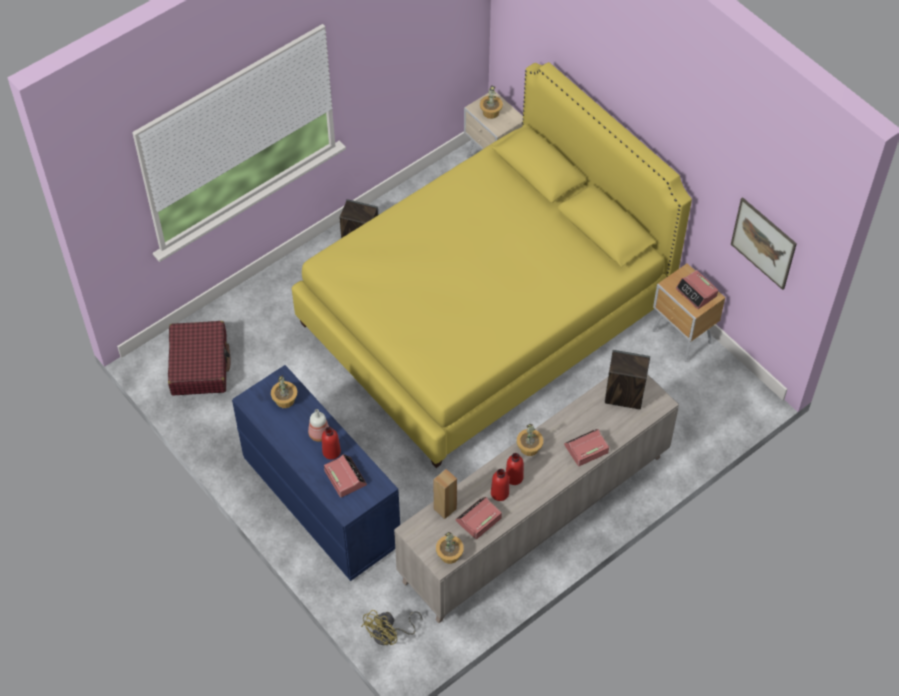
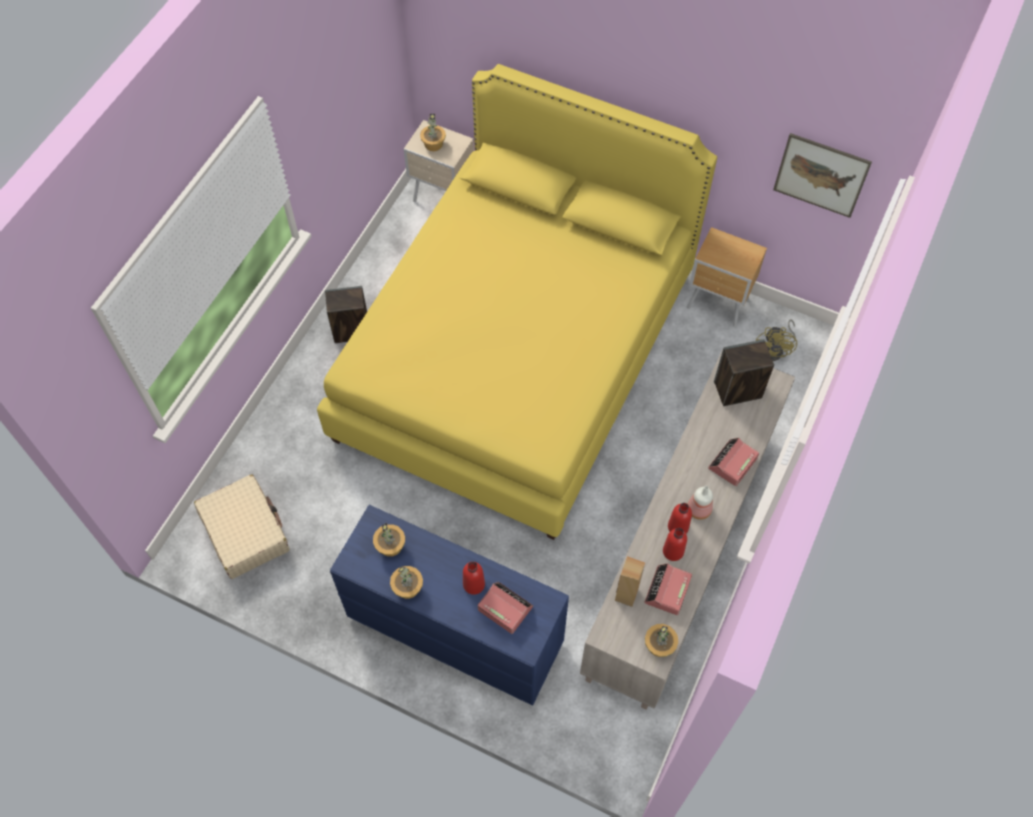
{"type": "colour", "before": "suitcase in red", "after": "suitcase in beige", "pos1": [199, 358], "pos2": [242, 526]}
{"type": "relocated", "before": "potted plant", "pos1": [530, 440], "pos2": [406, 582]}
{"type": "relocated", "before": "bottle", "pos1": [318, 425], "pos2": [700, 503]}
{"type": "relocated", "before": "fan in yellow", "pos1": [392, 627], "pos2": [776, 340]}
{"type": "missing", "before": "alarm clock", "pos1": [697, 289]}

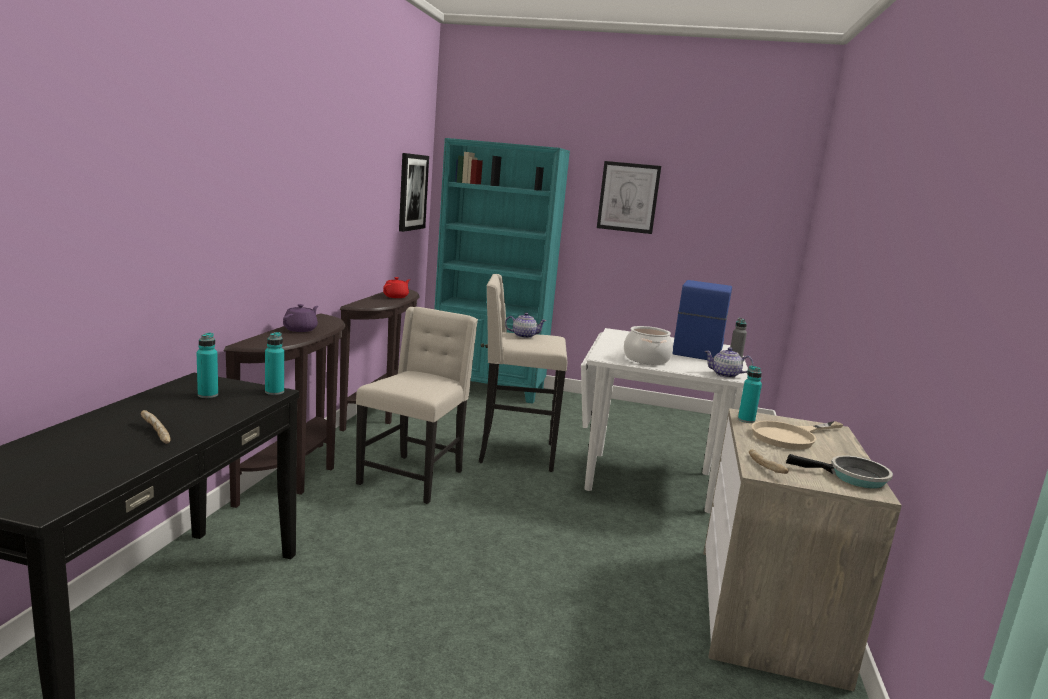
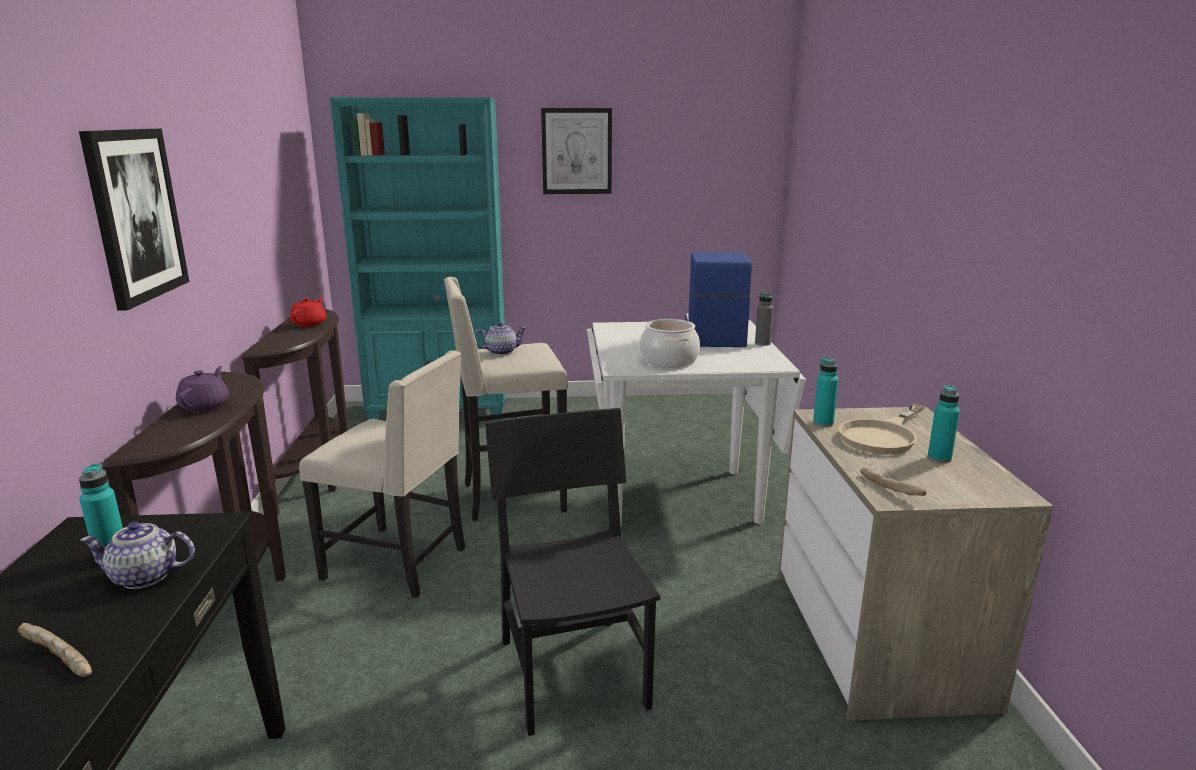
{"type": "relocated", "before": "picture", "pos1": [414, 192], "pos2": [134, 220]}
{"type": "relocated", "before": "teapot", "pos1": [728, 362], "pos2": [137, 555]}
{"type": "spun", "before": "chair in beige", "pos1": [417, 405], "pos2": [382, 474], "turn": 105}
{"type": "appeared", "after": "chair in black", "pos2": [573, 572]}
{"type": "relocated", "before": "bottle in turquoise", "pos1": [274, 363], "pos2": [944, 424]}
{"type": "missing", "before": "frying pan", "pos1": [839, 471]}

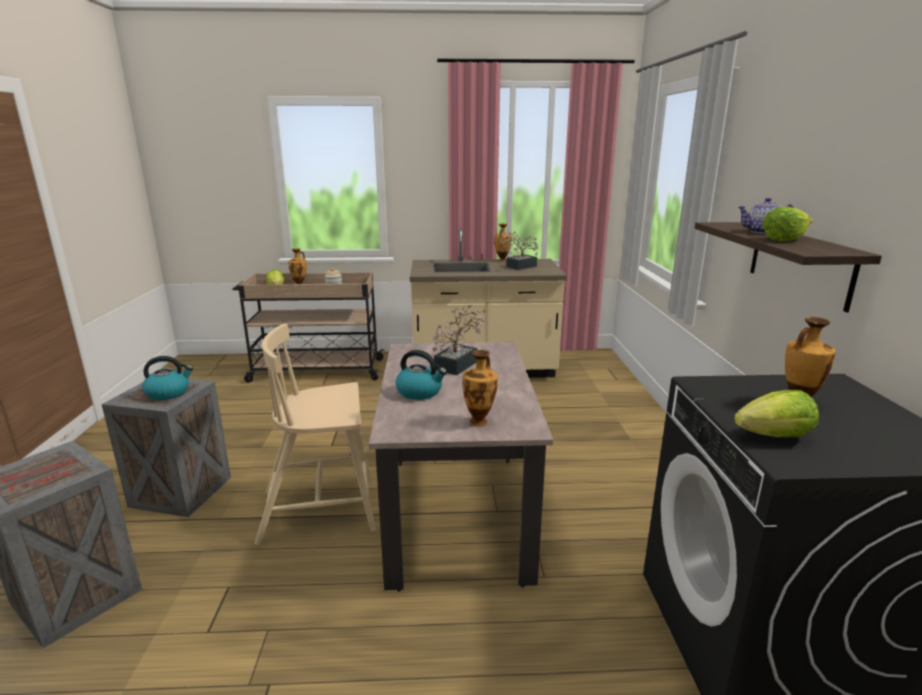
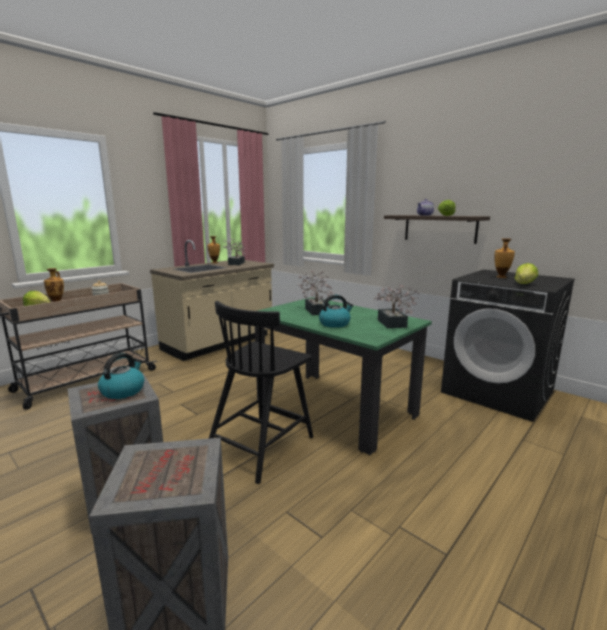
{"type": "colour", "before": "chair in beige", "after": "chair in black", "pos1": [315, 434], "pos2": [261, 392]}
{"type": "colour", "before": "dining table in beige", "after": "dining table in green", "pos1": [461, 466], "pos2": [343, 376]}
{"type": "exchanged", "before": "vase", "after": "potted plant", "pos1": [480, 388], "pos2": [396, 306]}

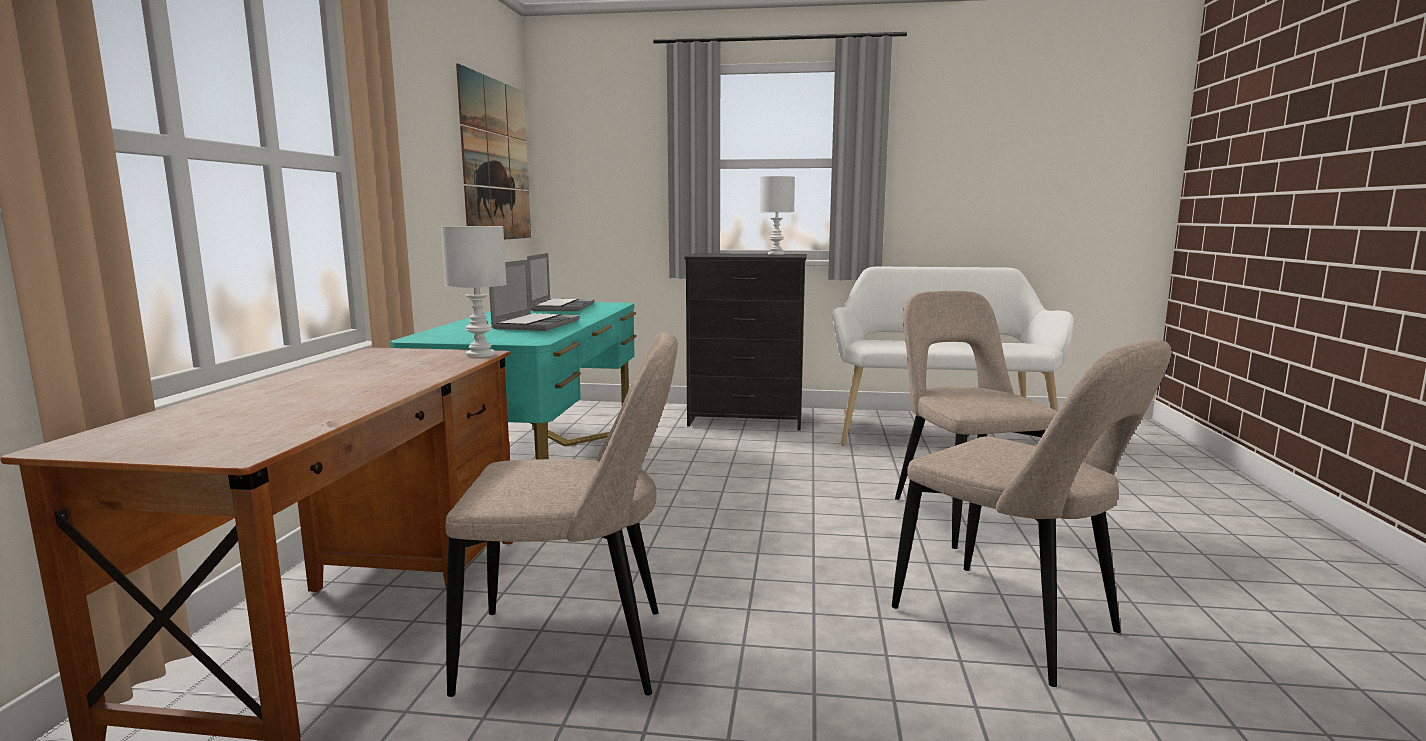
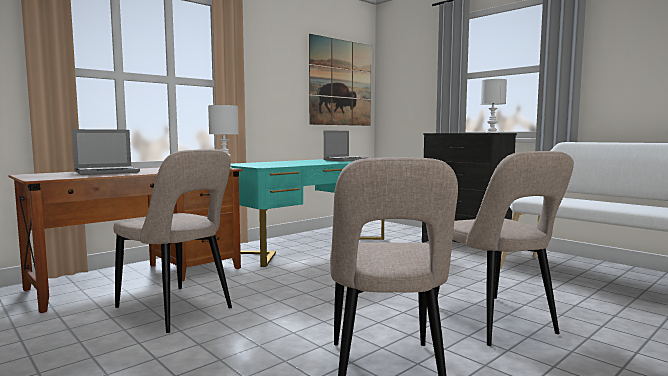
{"type": "relocated", "before": "laptop", "pos1": [534, 295], "pos2": [106, 152]}
{"type": "spun", "before": "chair in beige", "pos1": [976, 420], "pos2": [505, 248], "turn": 135}

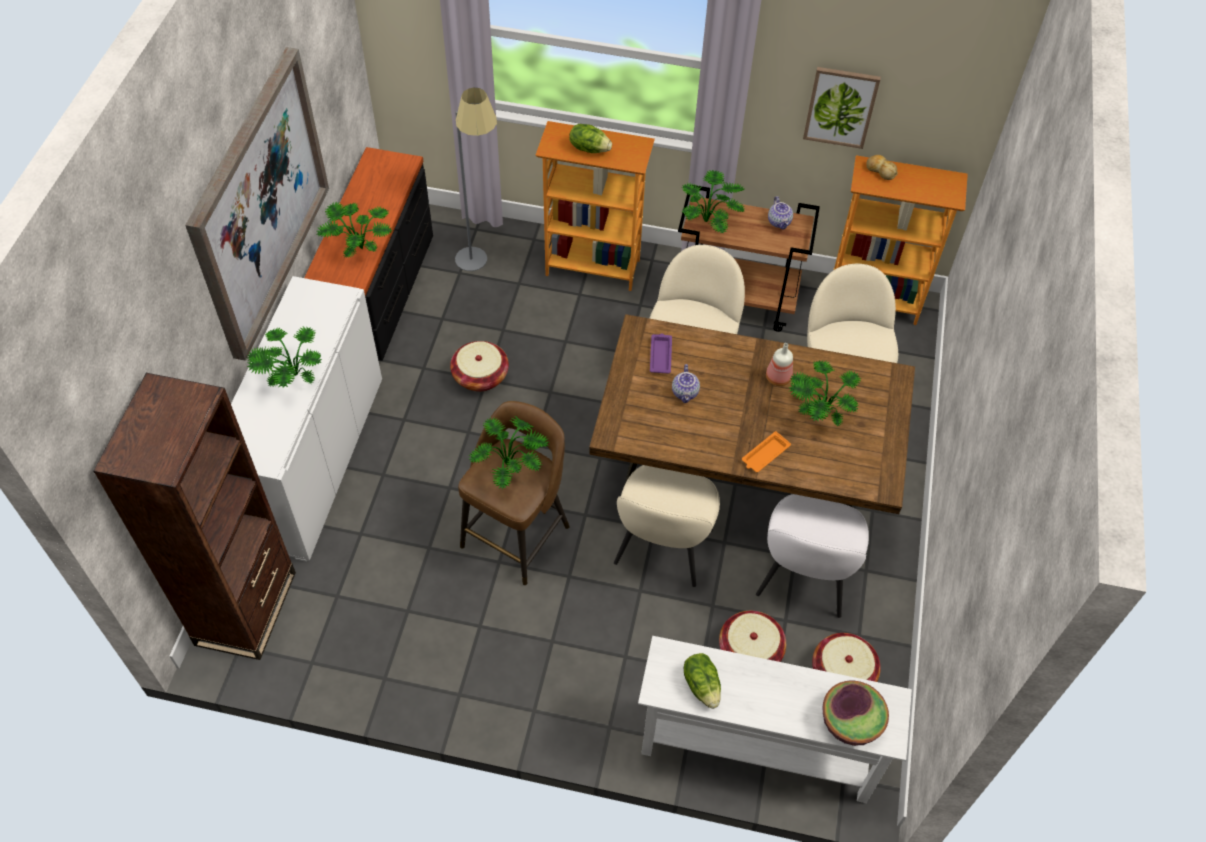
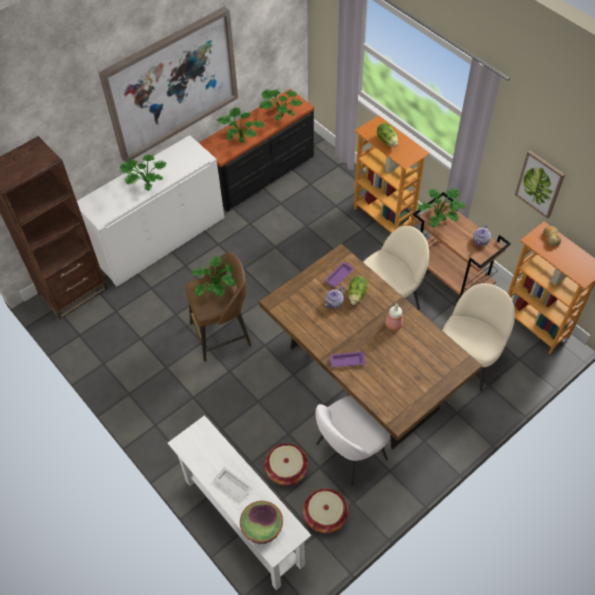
{"type": "appeared", "after": "tray in white", "pos2": [233, 483]}
{"type": "relocated", "before": "potted plant", "pos1": [825, 394], "pos2": [281, 105]}
{"type": "colour", "before": "tray in orange", "after": "tray in purple", "pos1": [766, 451], "pos2": [347, 359]}
{"type": "relocated", "before": "lettuce", "pos1": [702, 681], "pos2": [358, 290]}
{"type": "missing", "before": "basket", "pos1": [479, 366]}
{"type": "missing", "before": "floor lamp in grey", "pos1": [476, 179]}
{"type": "missing", "before": "chair in beige", "pos1": [667, 526]}

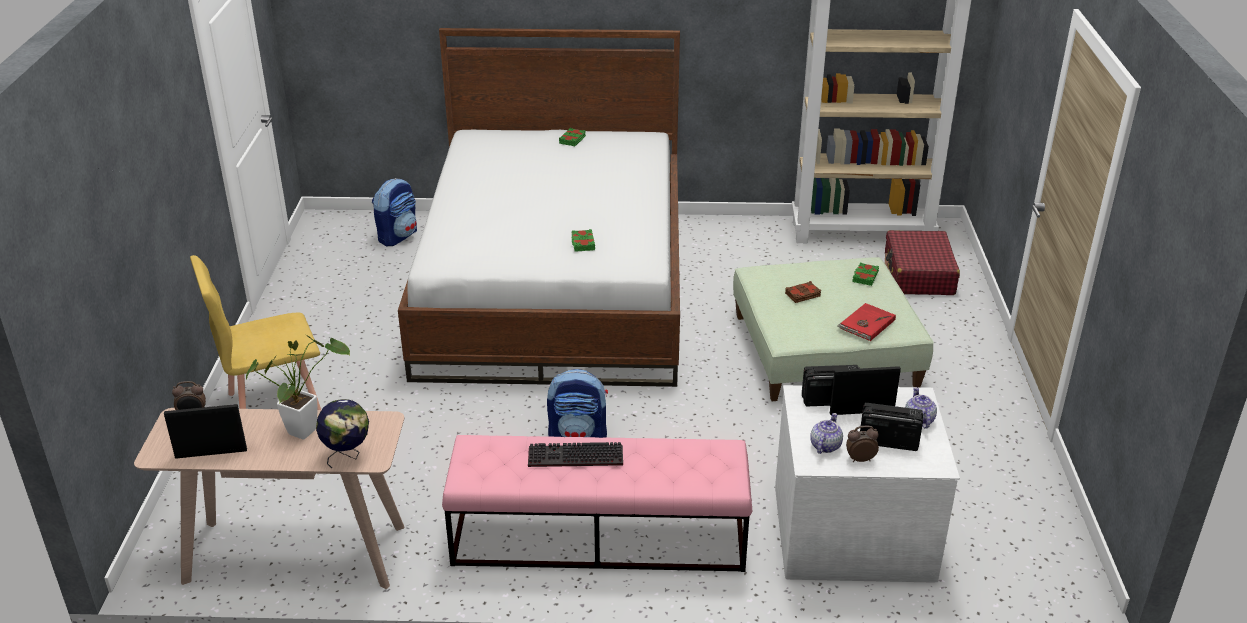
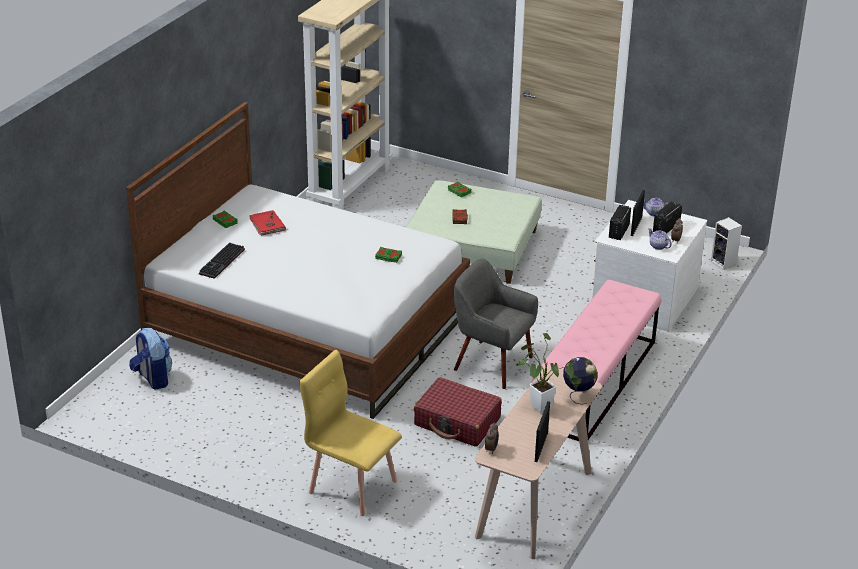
{"type": "relocated", "before": "keyboard", "pos1": [575, 454], "pos2": [222, 260]}
{"type": "relocated", "before": "book in red", "pos1": [867, 322], "pos2": [267, 222]}
{"type": "spun", "before": "chair in yellow", "pos1": [255, 332], "pos2": [350, 433], "turn": 120}
{"type": "relocated", "before": "suitcase in red", "pos1": [922, 262], "pos2": [458, 412]}
{"type": "exchanged", "before": "backpack", "after": "armchair in grey", "pos1": [577, 403], "pos2": [496, 324]}
{"type": "appeared", "after": "speaker", "pos2": [726, 243]}

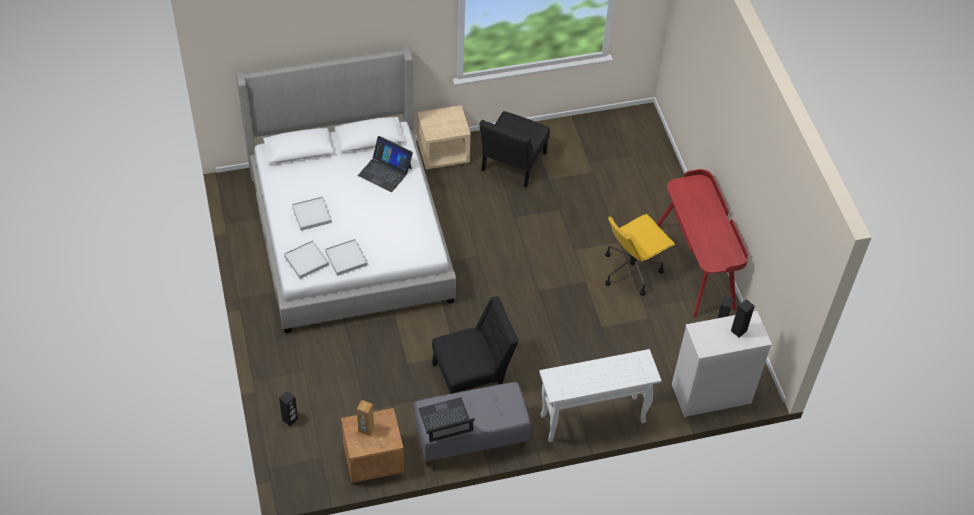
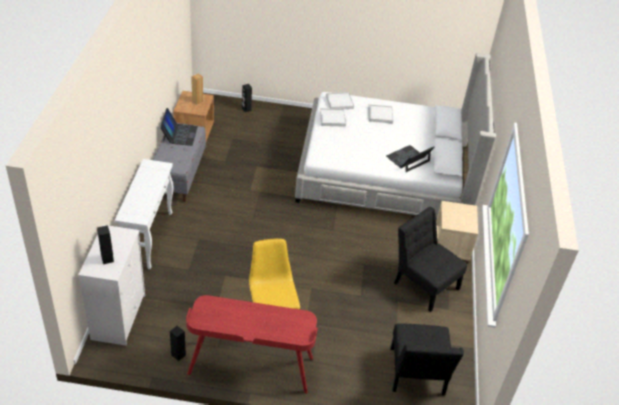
{"type": "relocated", "before": "chair in black", "pos1": [475, 345], "pos2": [427, 359]}

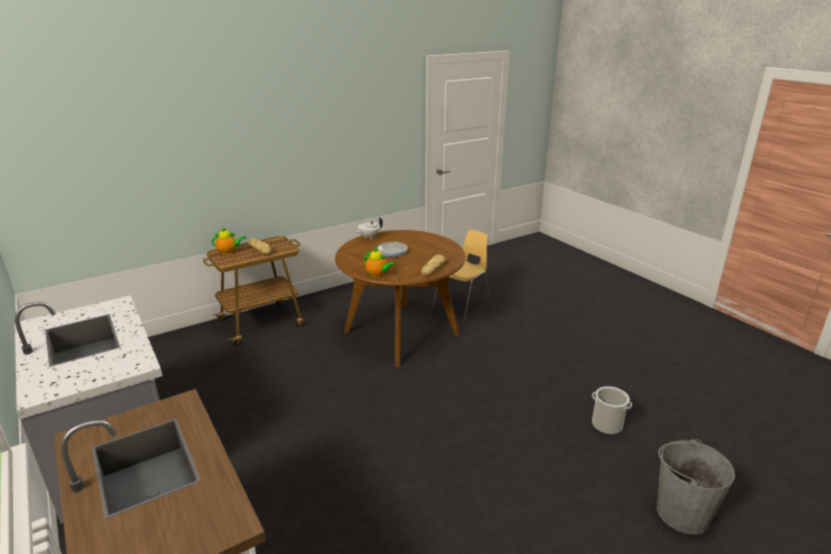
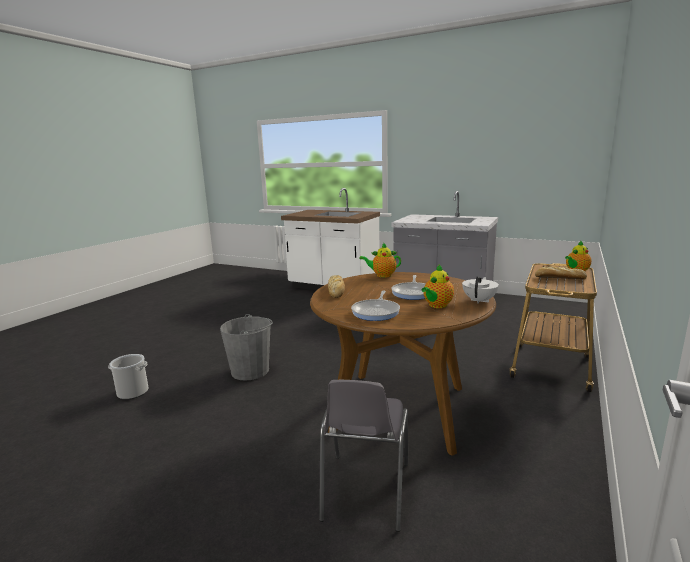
{"type": "relocated", "before": "bucket in grey", "pos1": [695, 487], "pos2": [246, 347]}
{"type": "colour", "before": "chair in yellow", "after": "chair in grey", "pos1": [461, 276], "pos2": [363, 456]}
{"type": "appeared", "after": "frying pan", "pos2": [375, 306]}
{"type": "appeared", "after": "teapot", "pos2": [437, 286]}

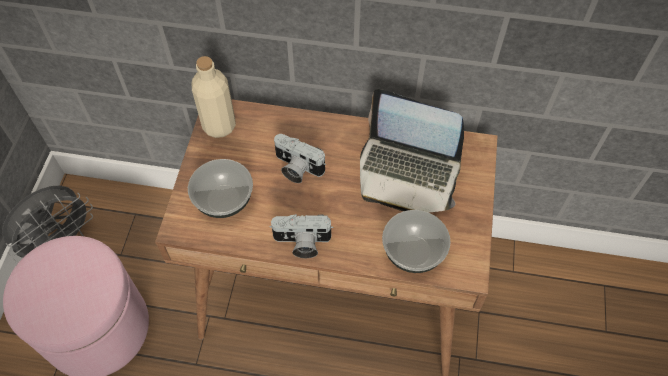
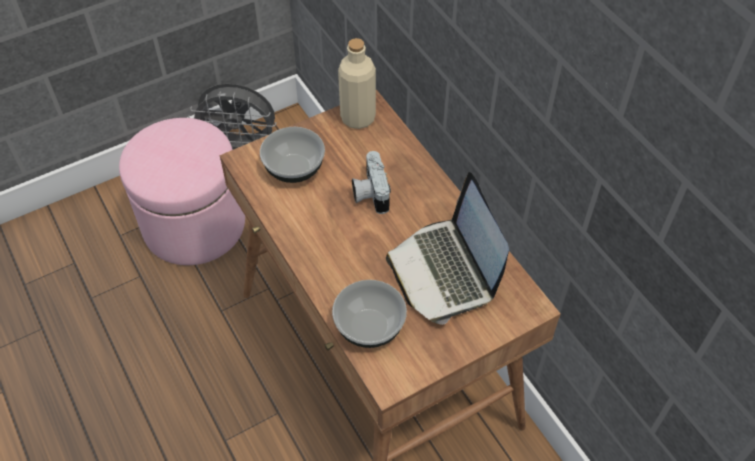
{"type": "missing", "before": "photo camera", "pos1": [301, 236]}

